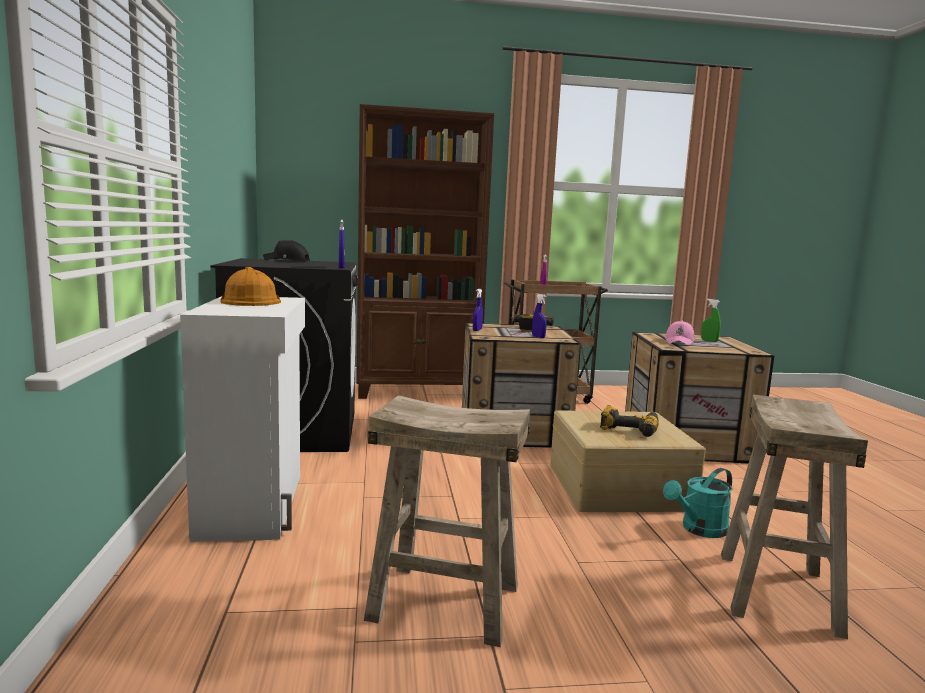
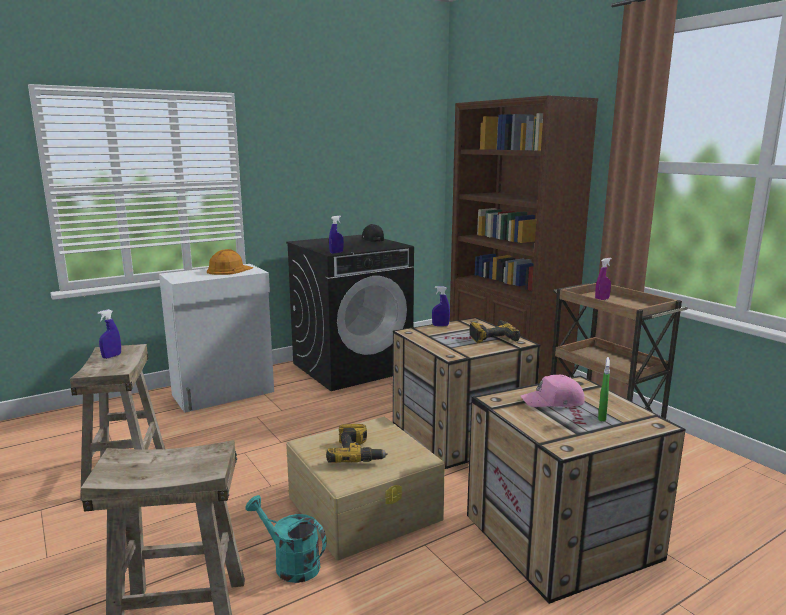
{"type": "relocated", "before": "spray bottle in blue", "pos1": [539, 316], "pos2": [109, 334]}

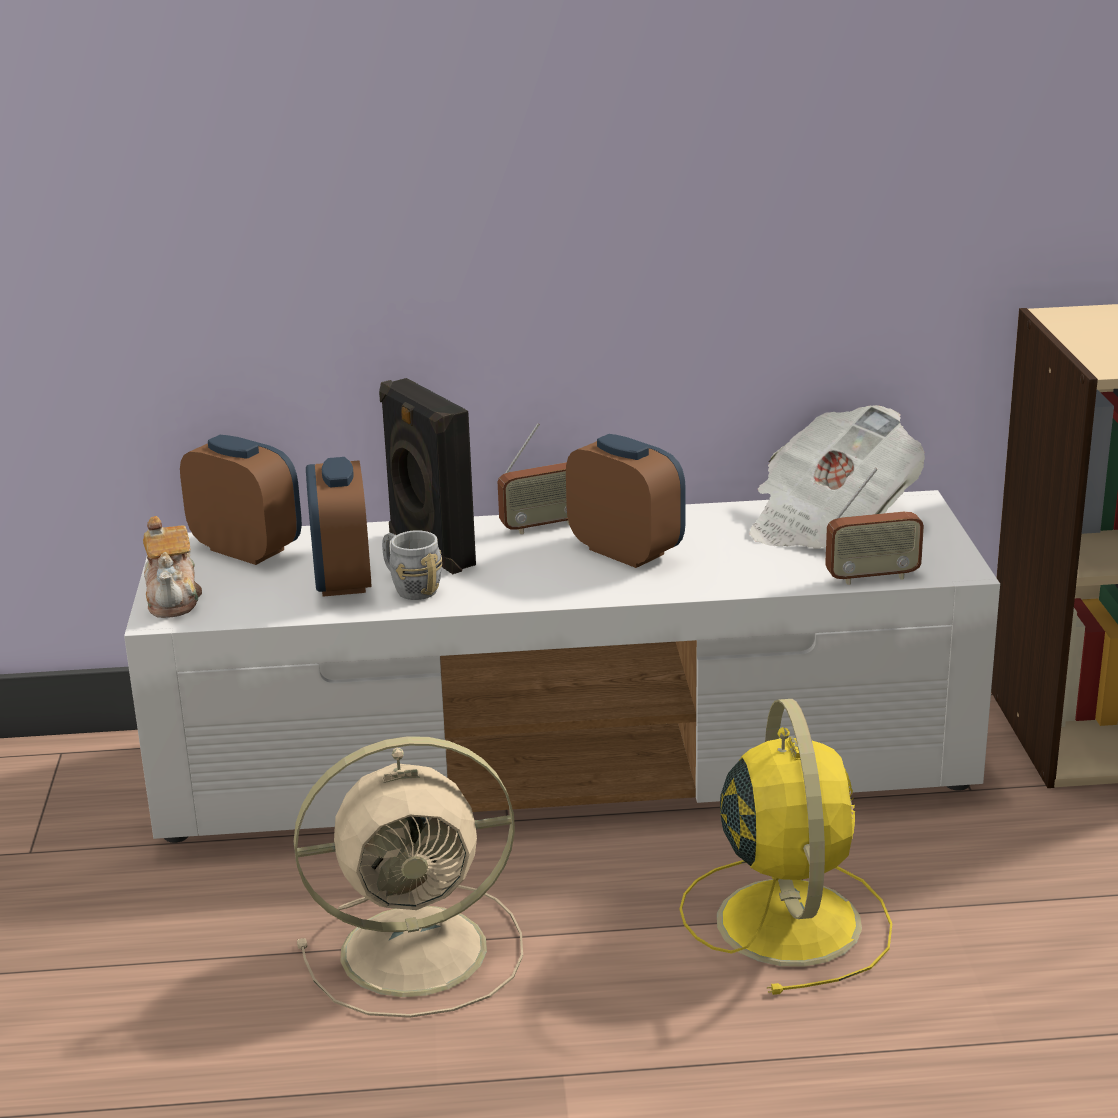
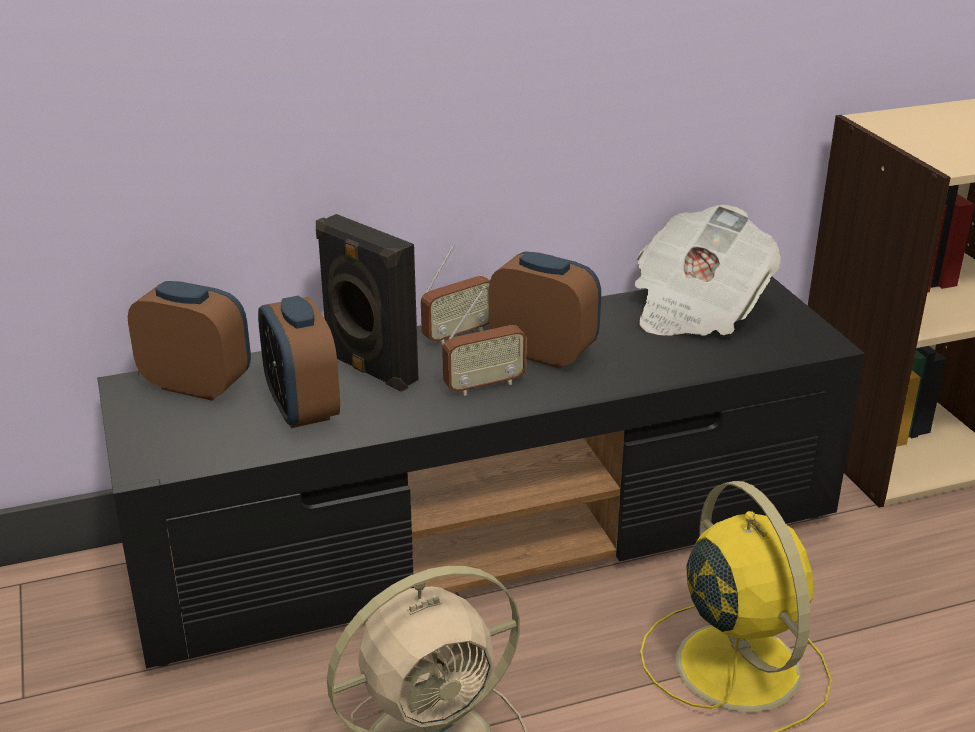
{"type": "colour", "before": "tv stand in white", "after": "tv stand in black", "pos1": [562, 666], "pos2": [481, 473]}
{"type": "relocated", "before": "radio", "pos1": [874, 526], "pos2": [484, 342]}
{"type": "missing", "before": "teapot", "pos1": [172, 567]}
{"type": "missing", "before": "mug in grey", "pos1": [412, 565]}

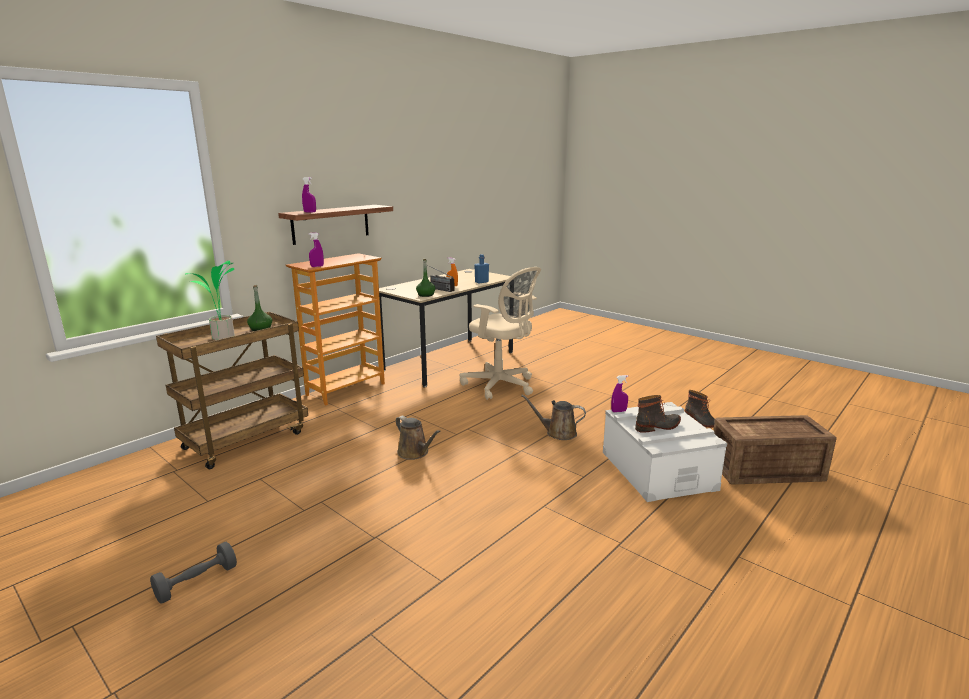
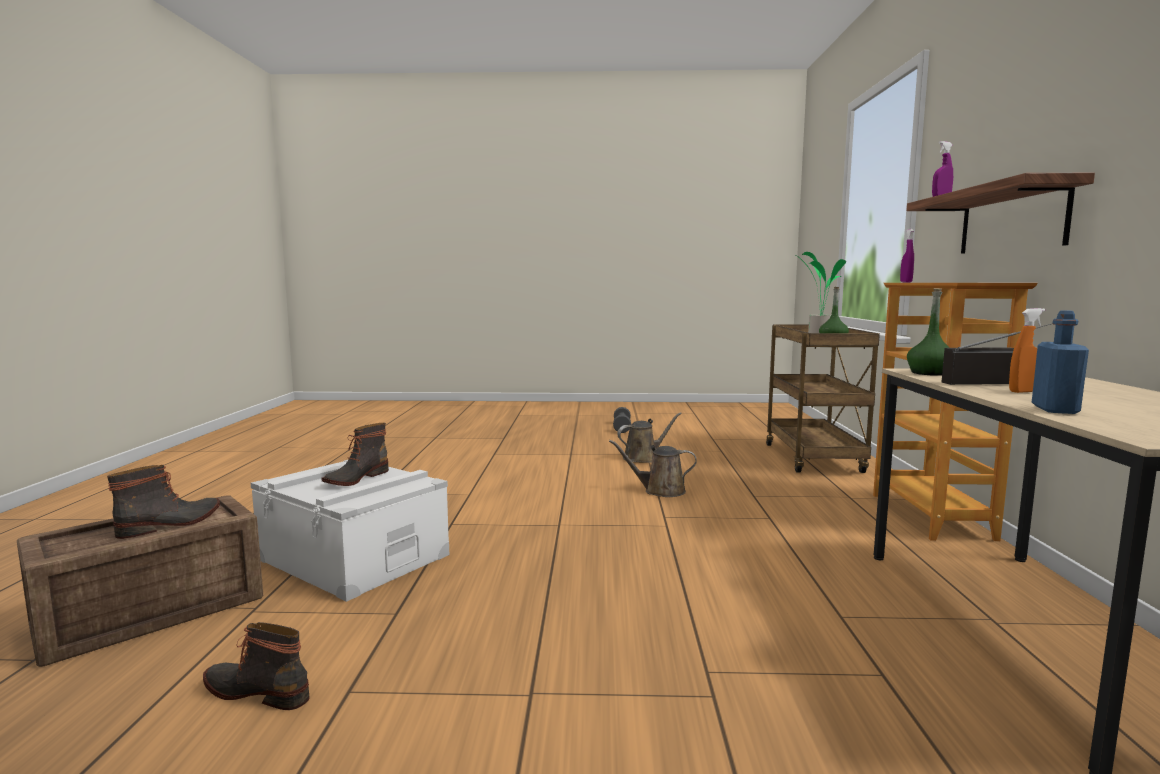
{"type": "appeared", "after": "boot", "pos2": [163, 502]}
{"type": "relocated", "before": "watering can in brown", "pos1": [553, 417], "pos2": [649, 437]}
{"type": "missing", "before": "office chair in beige", "pos1": [500, 333]}
{"type": "missing", "before": "spray bottle in purple", "pos1": [619, 393]}

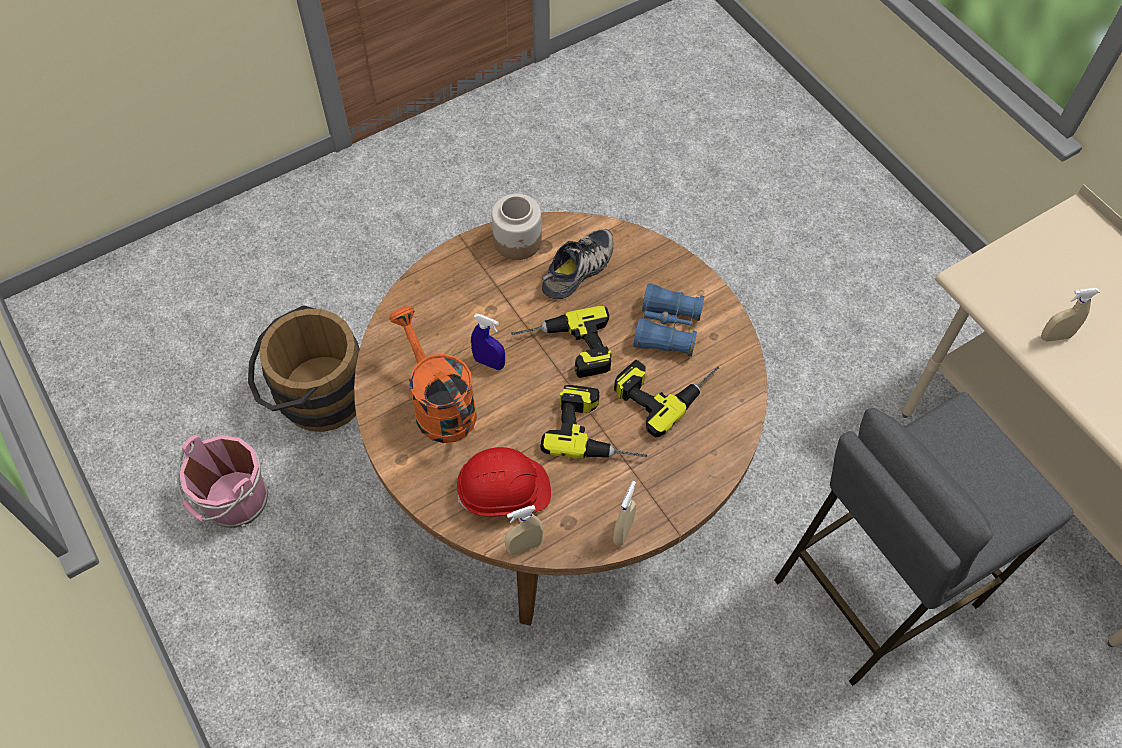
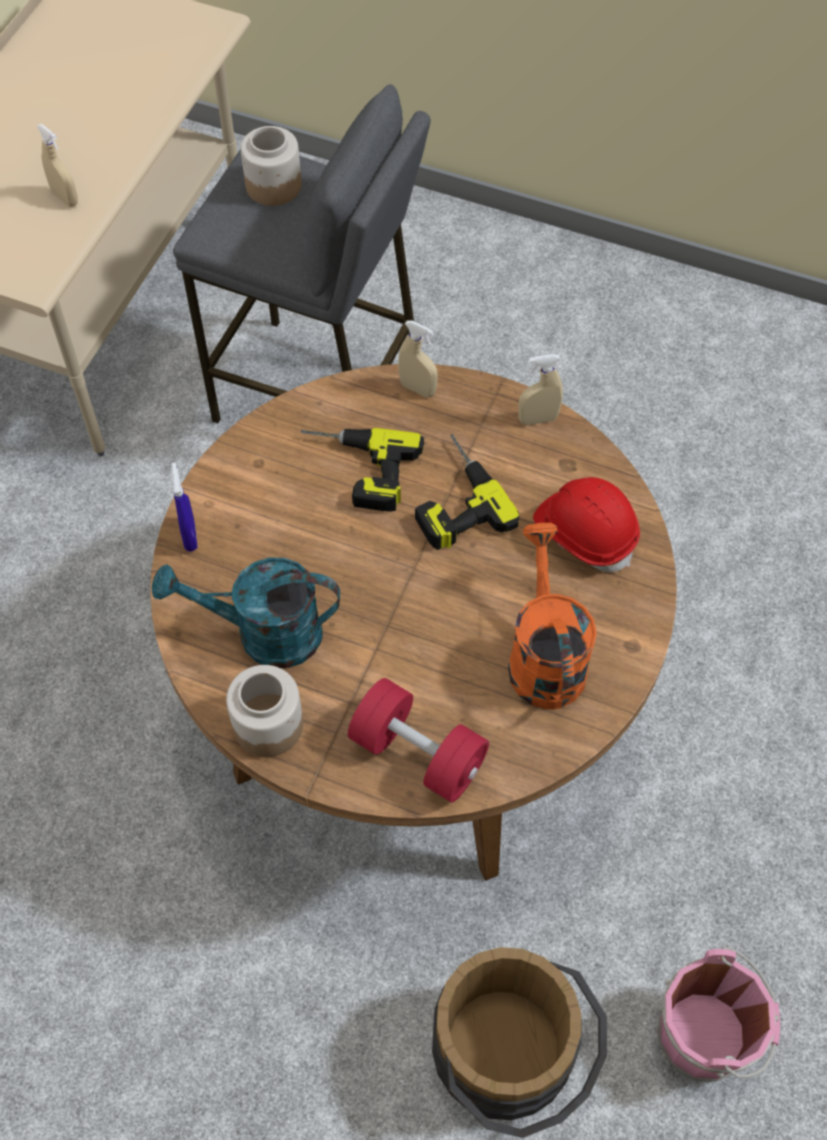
{"type": "exchanged", "before": "shoe", "after": "watering can in turquoise", "pos1": [578, 263], "pos2": [246, 613]}
{"type": "relocated", "before": "spray bottle in blue", "pos1": [488, 342], "pos2": [184, 507]}
{"type": "appeared", "after": "jar", "pos2": [271, 166]}
{"type": "appeared", "after": "dumbbell in red", "pos2": [418, 740]}
{"type": "relocated", "before": "spray bottle in beige", "pos1": [524, 530], "pos2": [418, 359]}
{"type": "spun", "before": "watering can in orange", "pos1": [433, 374], "pos2": [552, 616], "turn": 150}
{"type": "missing", "before": "power drill", "pos1": [561, 341]}
{"type": "missing", "before": "binoculars in blue", "pos1": [669, 320]}

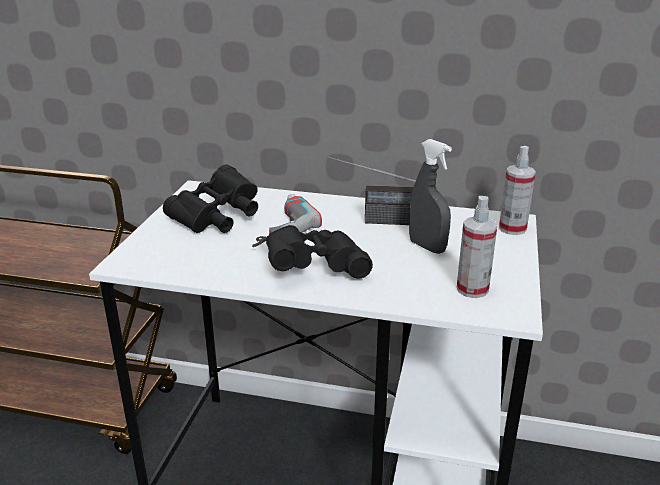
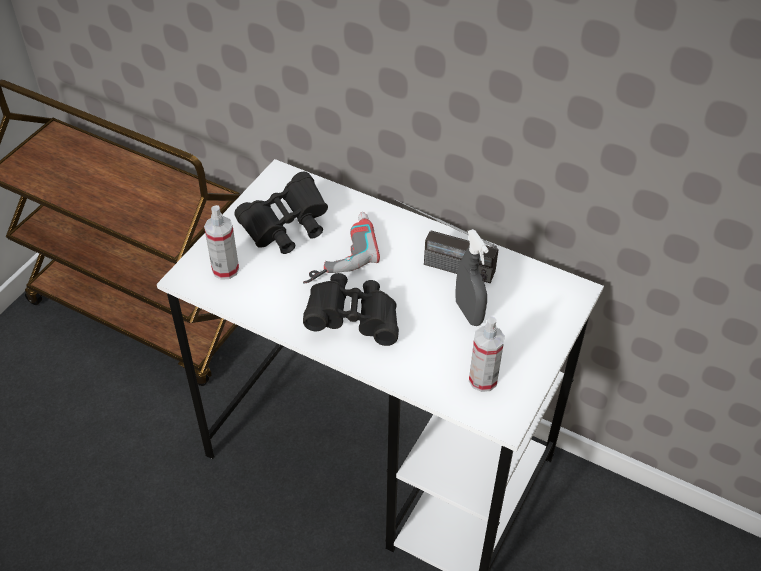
{"type": "relocated", "before": "spray bottle", "pos1": [517, 190], "pos2": [221, 242]}

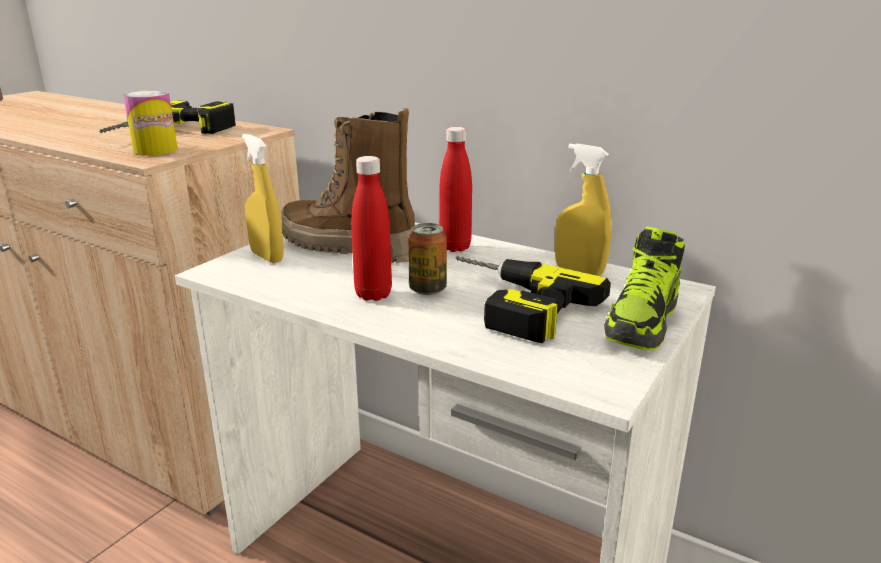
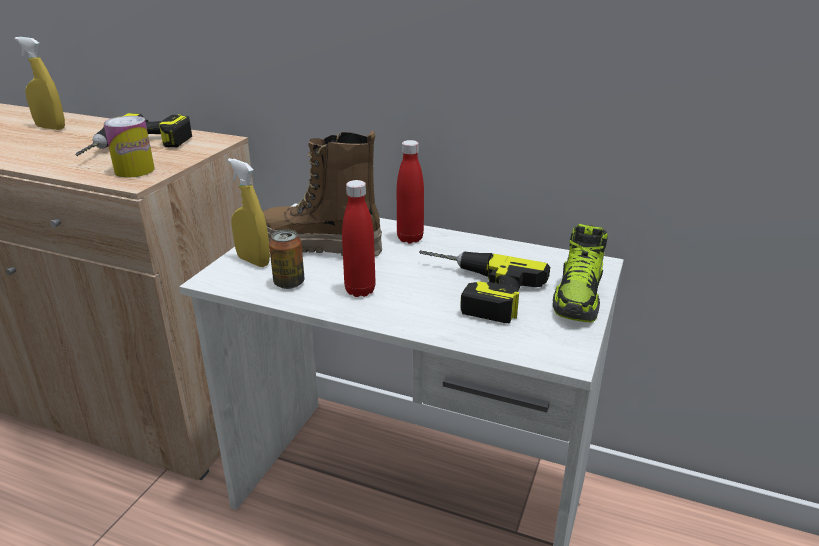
{"type": "relocated", "before": "spray bottle in yellow", "pos1": [583, 210], "pos2": [39, 83]}
{"type": "relocated", "before": "can", "pos1": [427, 259], "pos2": [286, 259]}

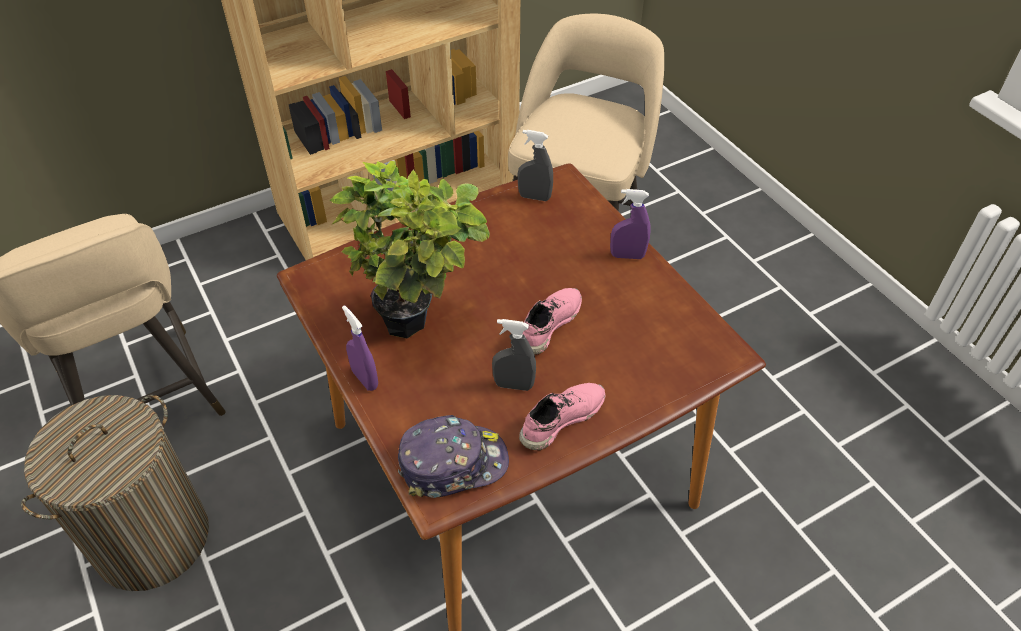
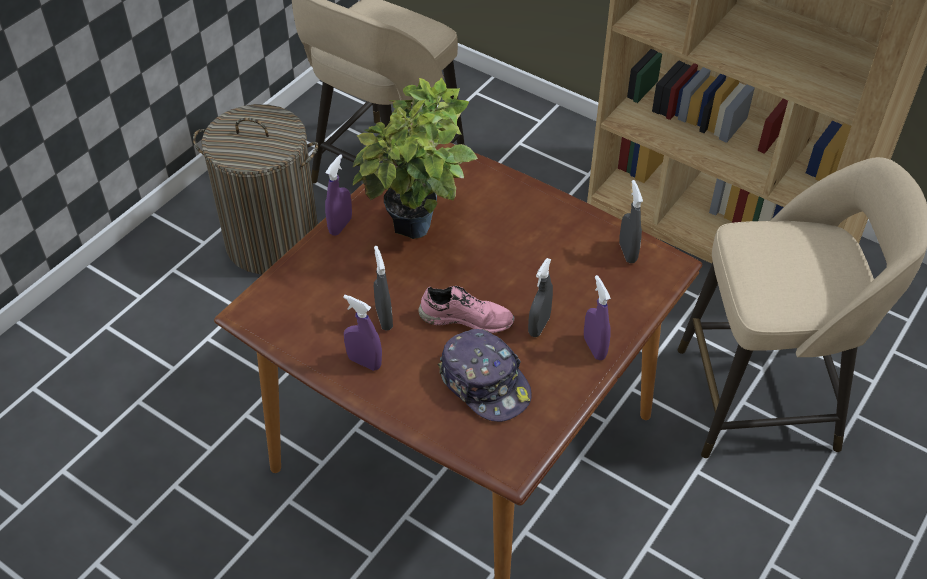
{"type": "exchanged", "before": "shoe in pink", "after": "spray bottle in purple", "pos1": [562, 416], "pos2": [362, 333]}
{"type": "relocated", "before": "cap", "pos1": [453, 456], "pos2": [485, 375]}
{"type": "appeared", "after": "spray bottle in grey", "pos2": [540, 297]}

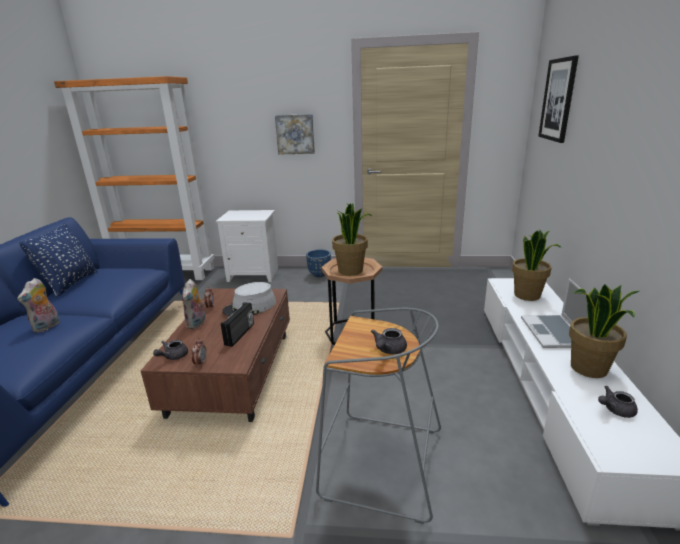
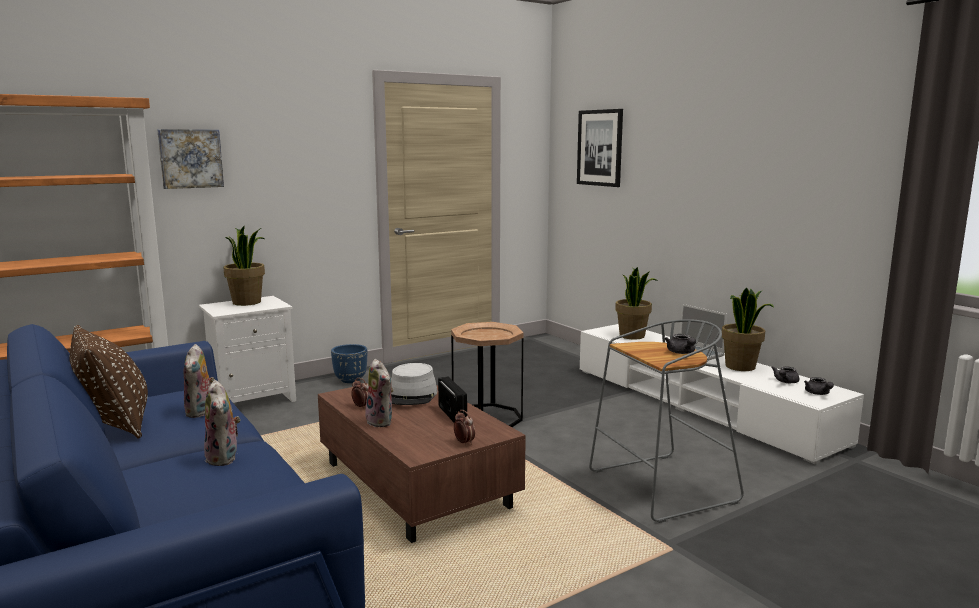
{"type": "colour", "before": "pillow in blue", "after": "pillow in brown", "pos1": [58, 260], "pos2": [108, 382]}
{"type": "relocated", "before": "picture", "pos1": [295, 134], "pos2": [190, 159]}
{"type": "appeared", "after": "plush toy", "pos2": [199, 381]}
{"type": "relocated", "before": "potted plant", "pos1": [352, 239], "pos2": [244, 266]}
{"type": "relocated", "before": "teapot in grey", "pos1": [170, 350], "pos2": [819, 386]}

